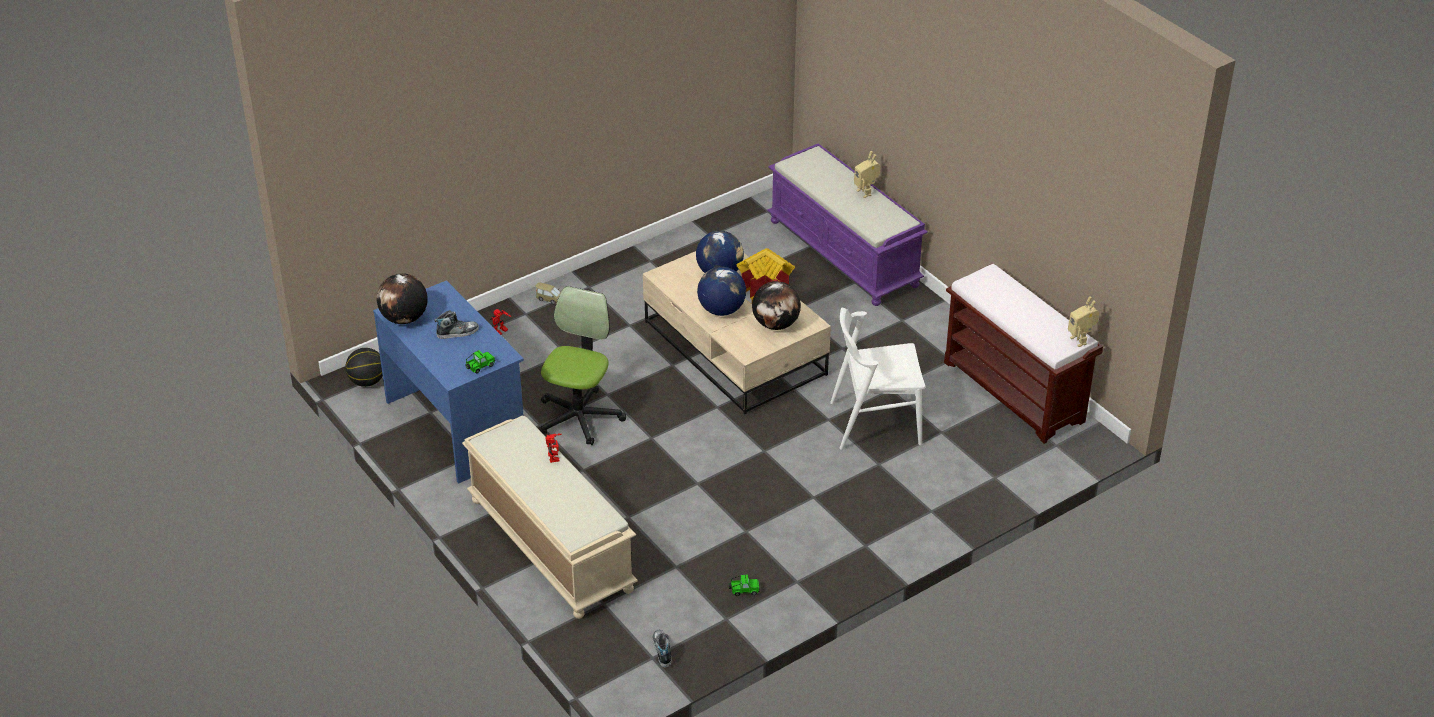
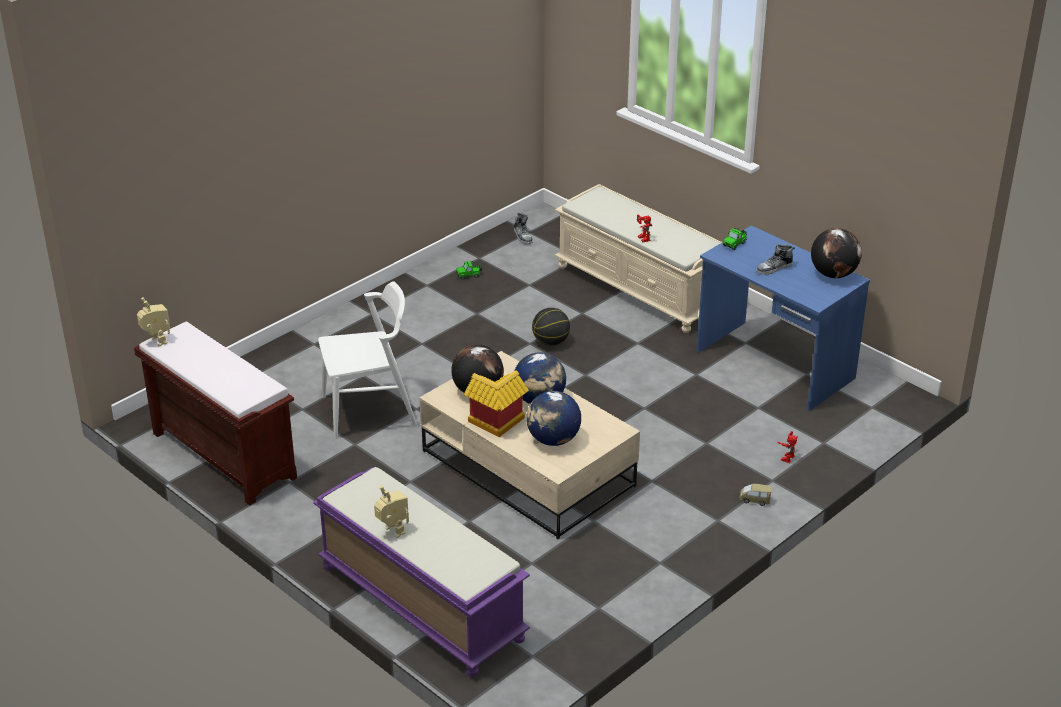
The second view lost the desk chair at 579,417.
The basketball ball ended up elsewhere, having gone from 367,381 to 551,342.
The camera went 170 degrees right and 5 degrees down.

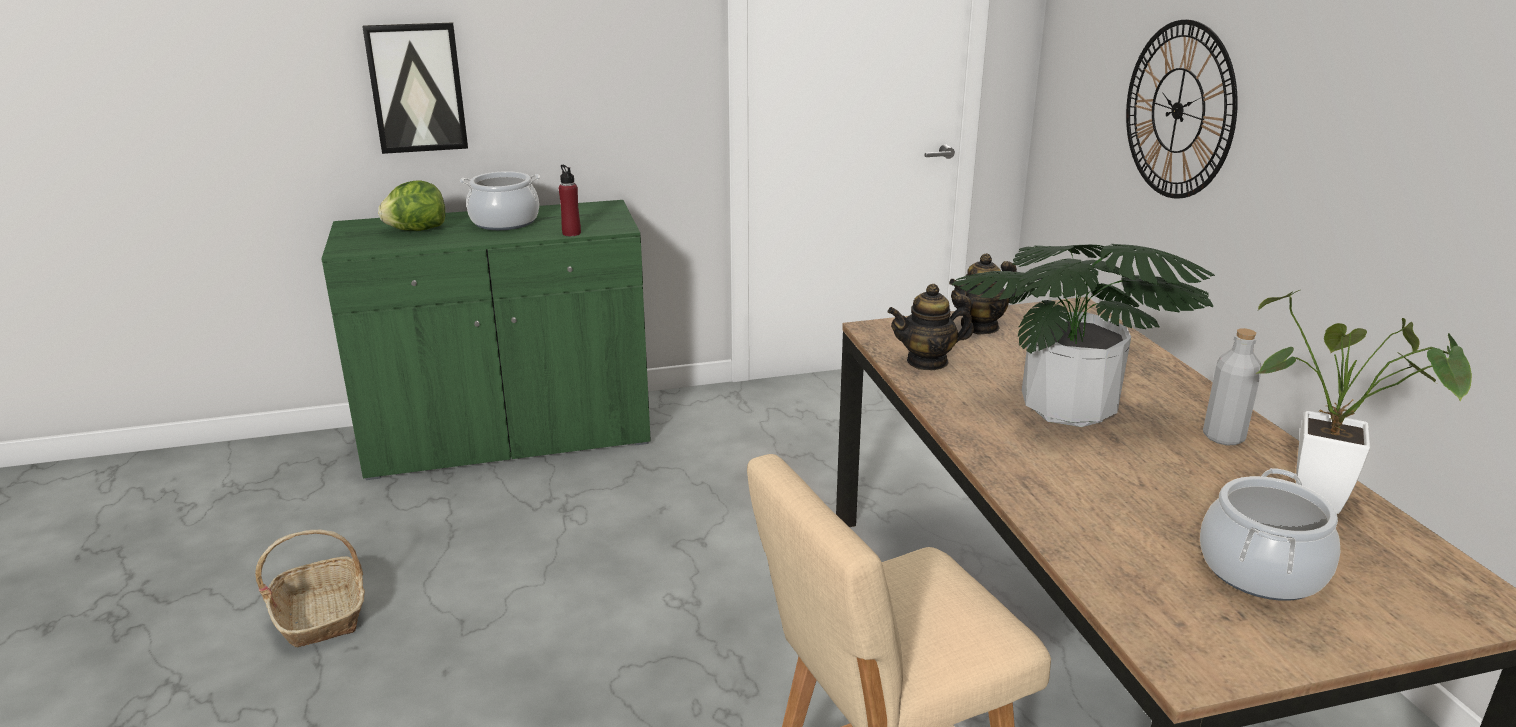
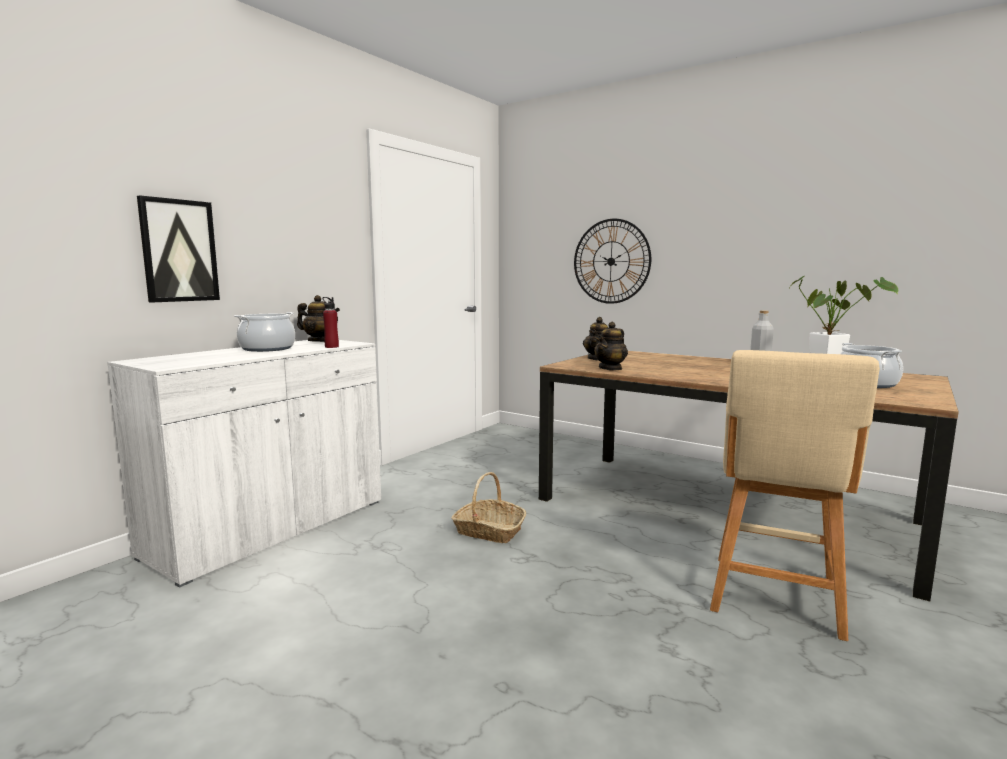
The second view lost the head of lettuce at 416,230.
The second view lost the houseplant at 1067,408.
The second view gained the tea pot at 320,341.
The household basket ended up elsewhere, having gone from 321,613 to 488,531.
What was the green-coloured cupboard at 509,438 turned into the white cupboard at 271,528.
The camera went 40 degrees left and 15 degrees down.

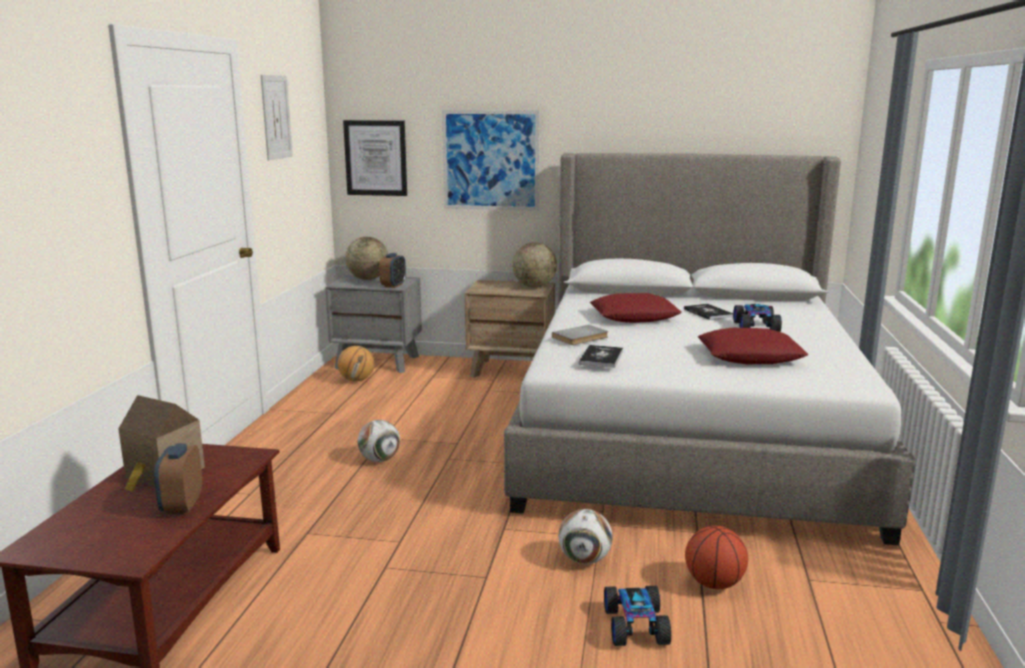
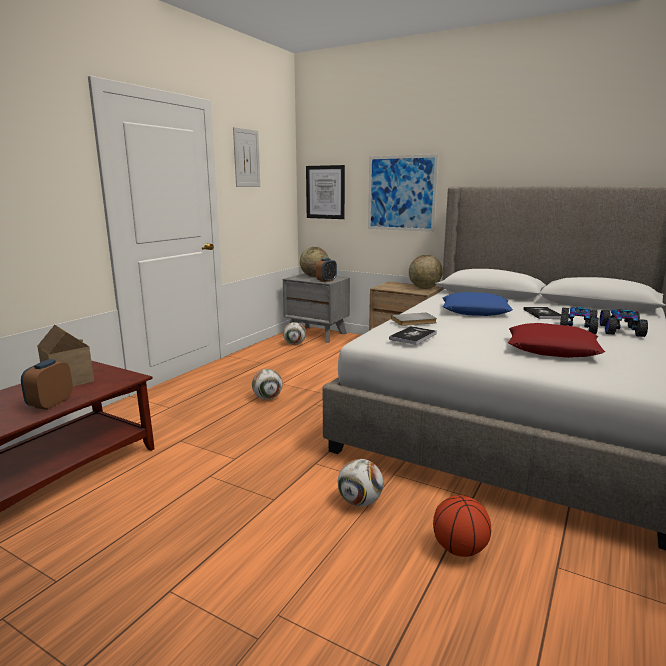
The miniature car ended up elsewhere, having gone from 636,626 to 622,330.
Where the basketball ball stood at 357,380, the football came to stand at 294,344.
What was the reddish throw pillow at 634,316 turned into the blue-coloured throw pillow at 475,311.
The camera went 20 degrees right and 0 degrees up.

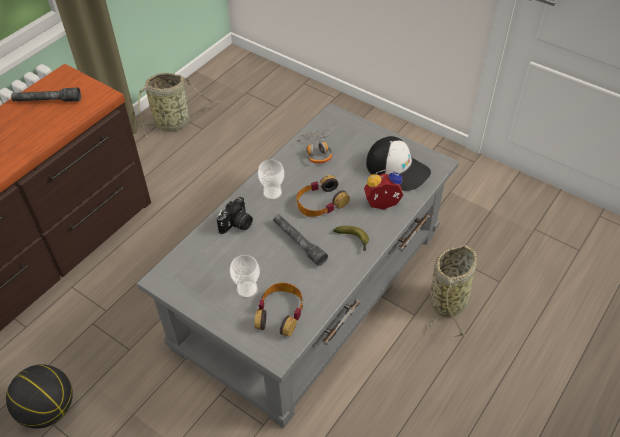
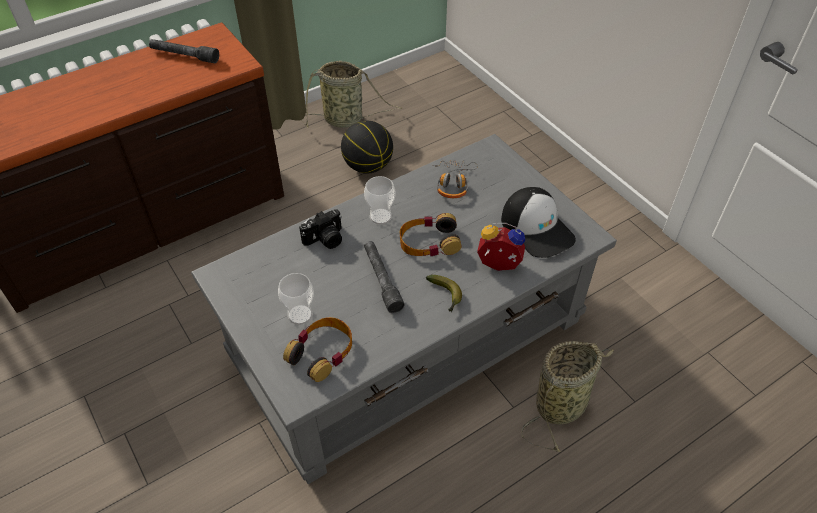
The basketball ball ended up elsewhere, having gone from 48,410 to 368,166.
The camera went 20 degrees right and 0 degrees up.

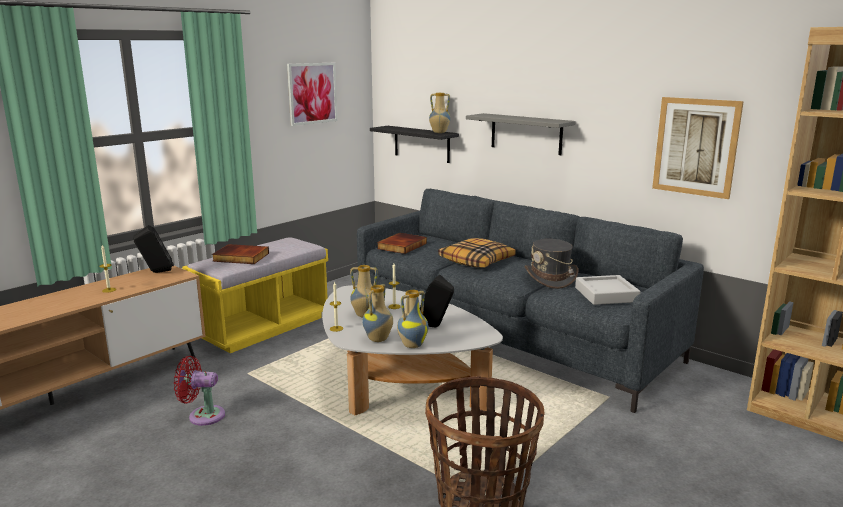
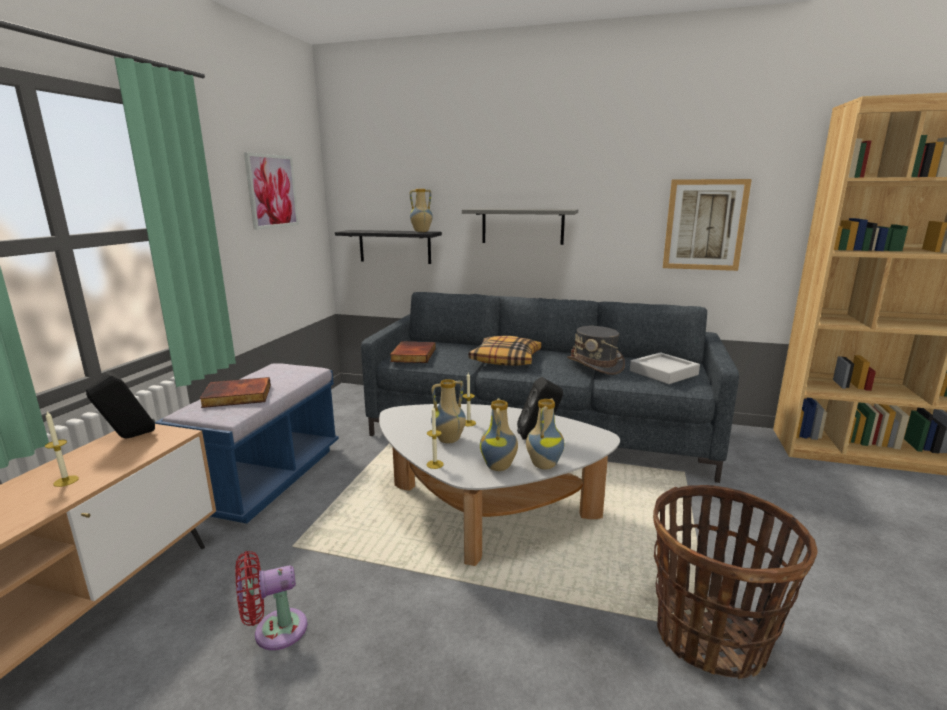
What was the yellowish long seat at 263,327 turned into the blue-coloured long seat at 266,478.
The camera went 25 degrees left and 0 degrees up.

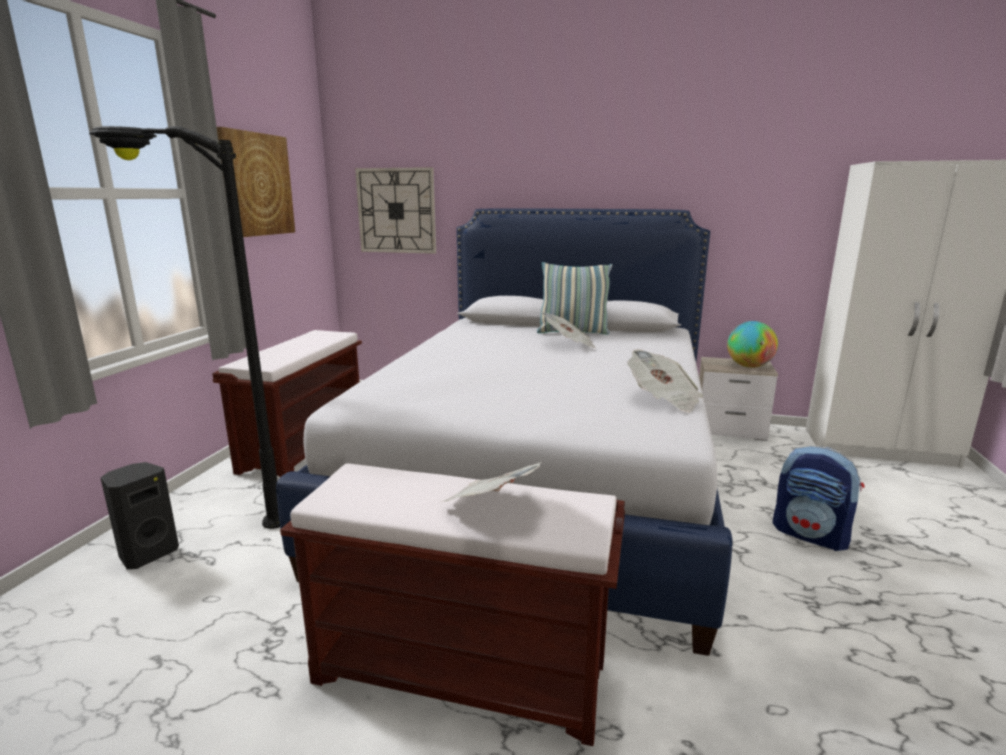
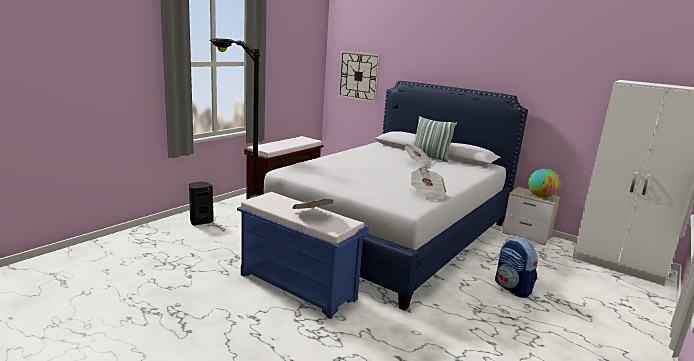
The second view lost the picture at 256,184.
What was the brownish long seat at 463,670 turned into the blue-coloured long seat at 298,287.
The camera went 20 degrees right and 0 degrees up.

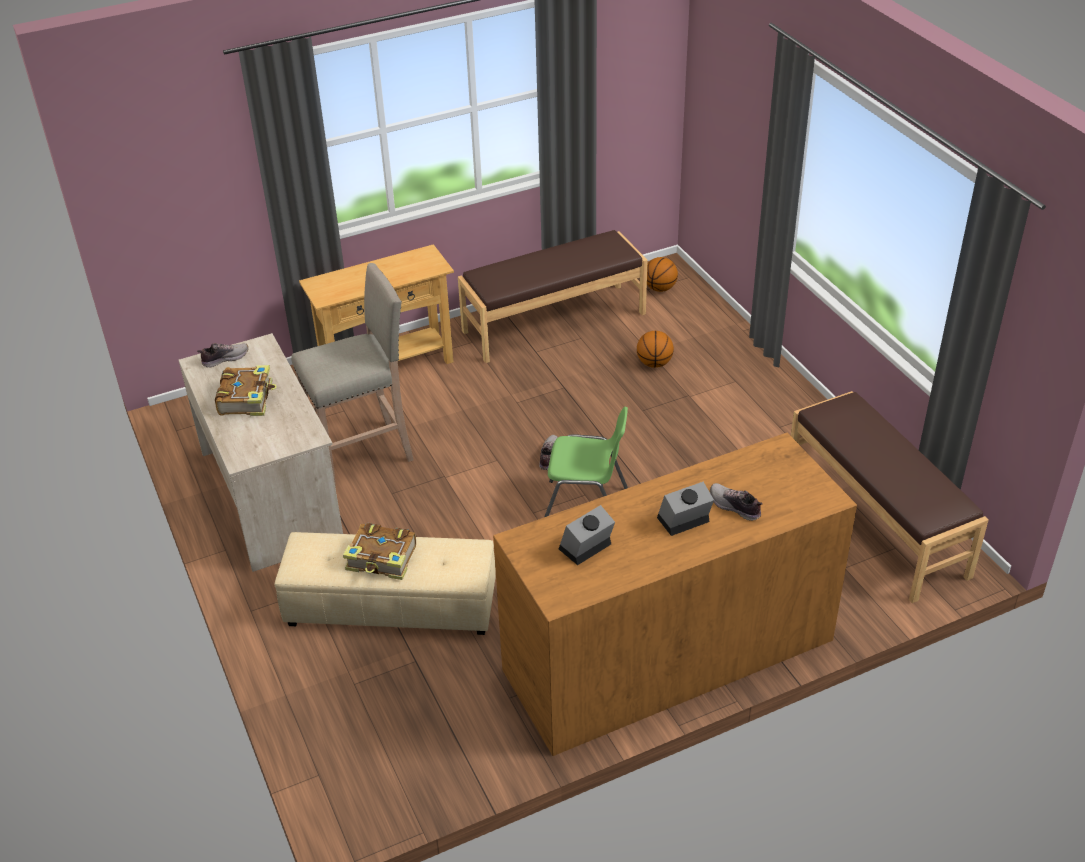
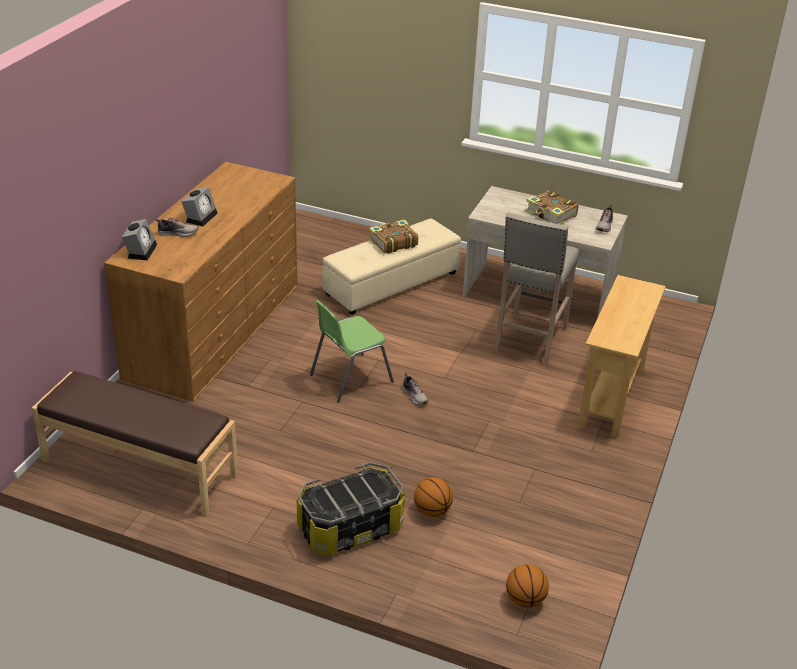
The second view lost the brownish long seat at 553,322.
The second view gained the storage bin at 350,528.
The table clock ended up elsewhere, having gone from 585,549 to 141,250.
The camera went 135 degrees right and 5 degrees down.

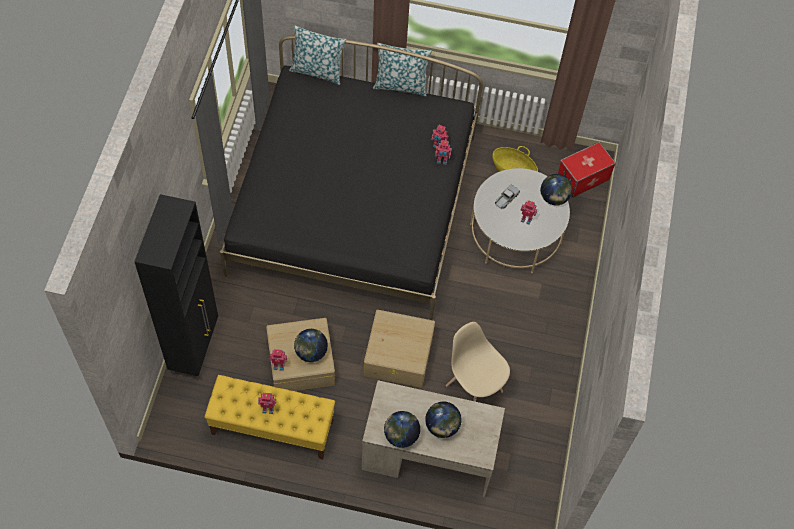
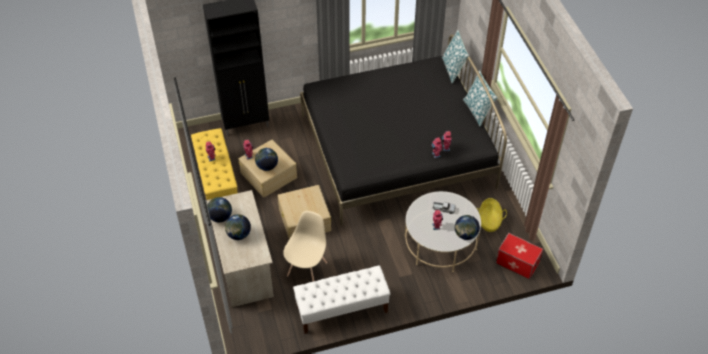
The second view gained the white long seat at 341,310.
The camera went 65 degrees right and 10 degrees down.

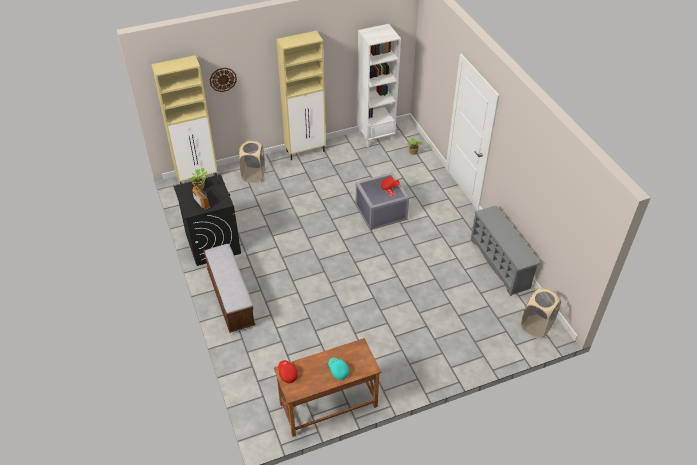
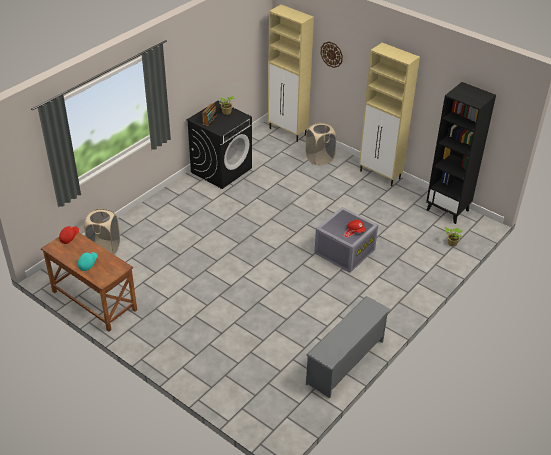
The second view lost the long seat at 231,298.
The beige-coloured laundry basket ended up elsewhere, having gone from 536,326 to 105,248.
What was the white bookcase at 375,136 turned into the black bookcase at 448,210.
The camera went 60 degrees right and 5 degrees down.

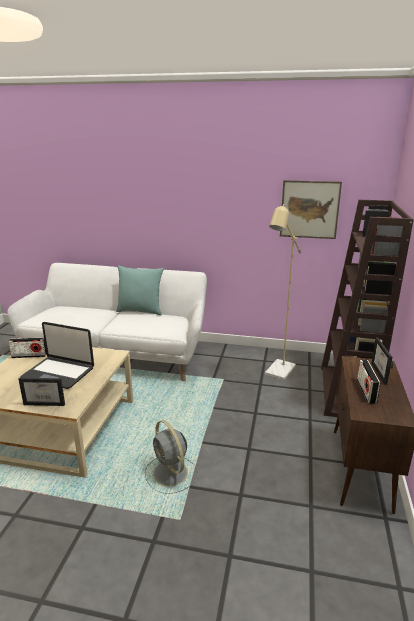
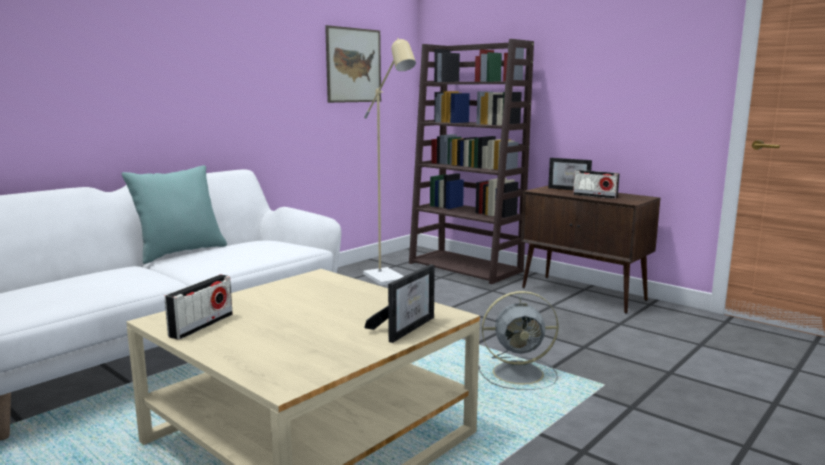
The second view lost the laptop at 59,373.
The camera went 60 degrees left and 10 degrees down.

